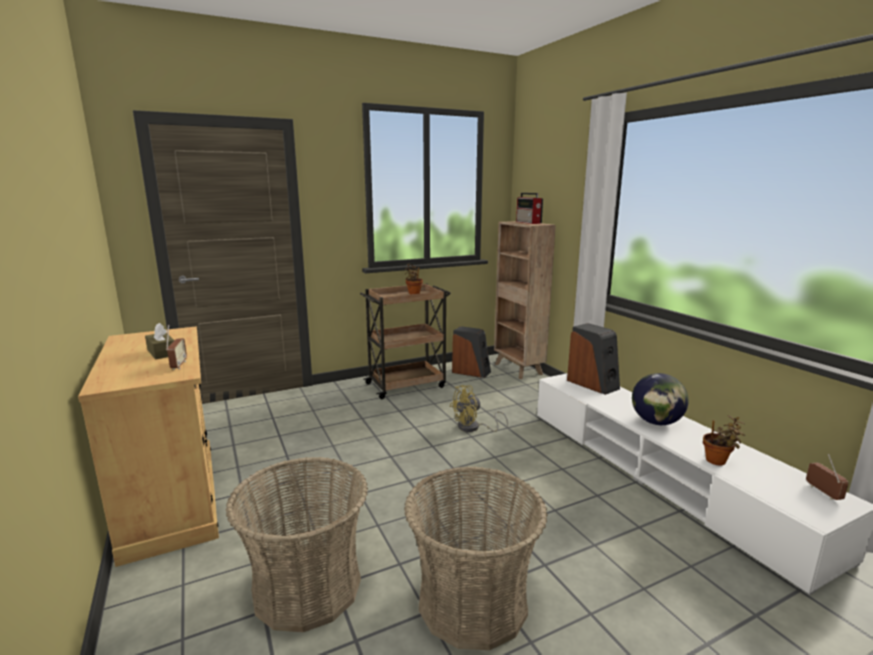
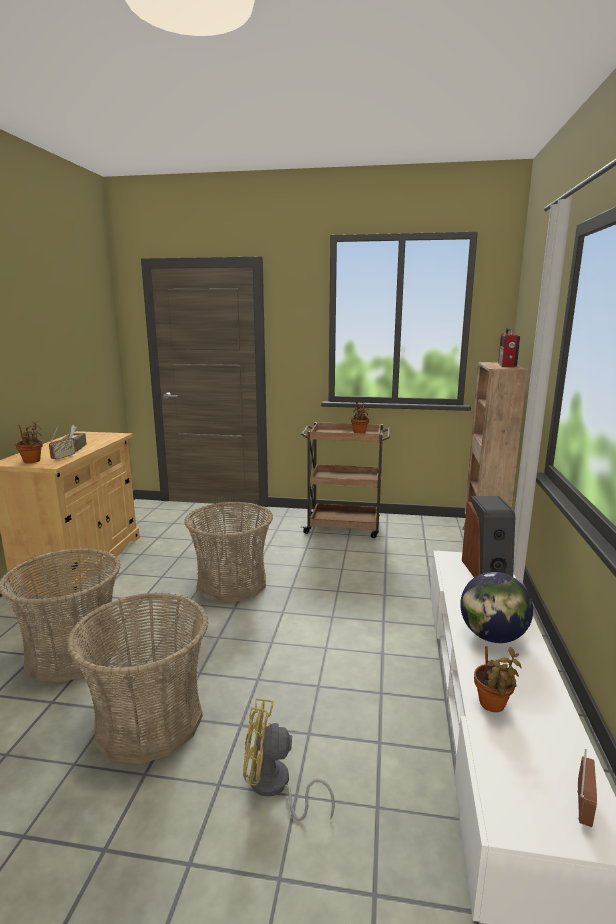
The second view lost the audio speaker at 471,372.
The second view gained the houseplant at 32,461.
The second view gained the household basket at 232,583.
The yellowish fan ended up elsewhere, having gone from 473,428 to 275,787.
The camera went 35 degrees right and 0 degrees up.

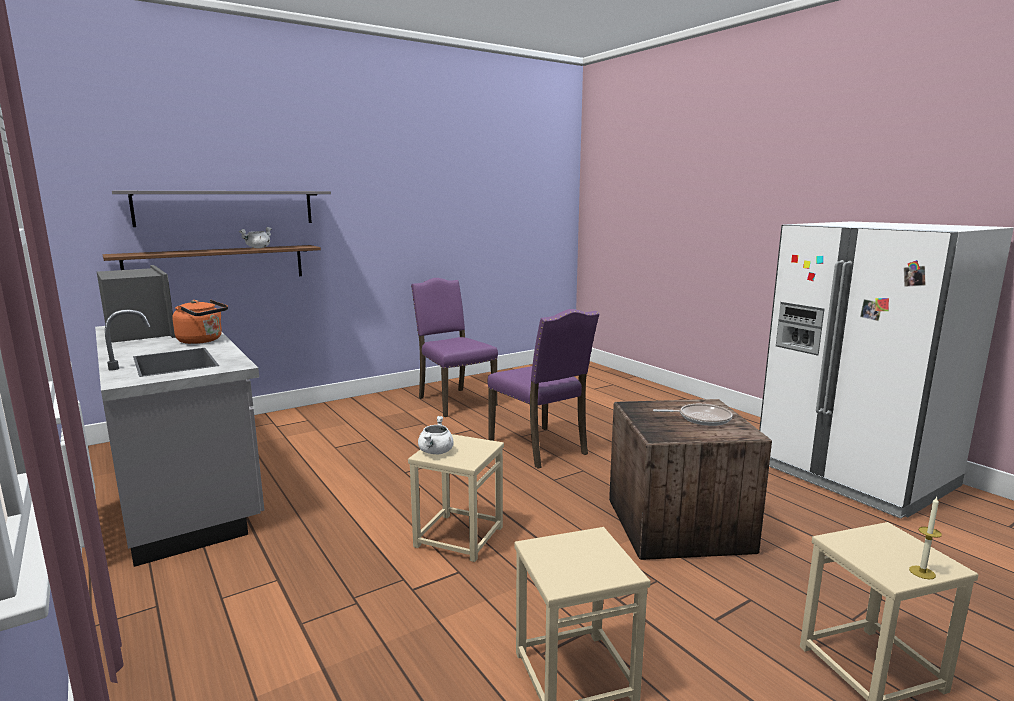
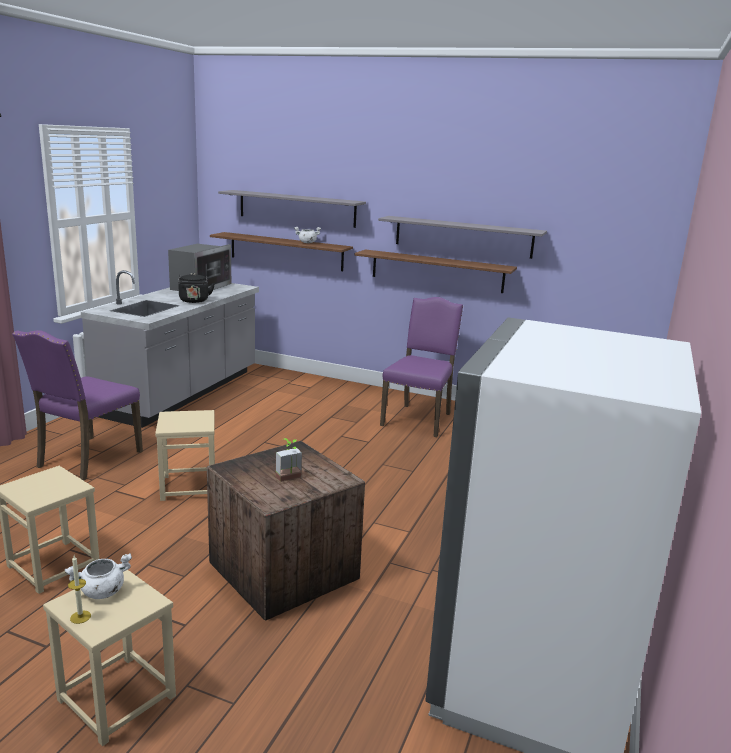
The second view gained the brownish bracket shelf at 437,271.
The second view gained the gray bracket shelf at 463,237.
The white stockpot ended up elsewhere, having gone from 436,452 to 101,592.
The purple-coloured plain chair ended up elsewhere, having gone from 540,448 to 87,459.
Where the frying pan stood at 701,418, the houseplant came to stand at 290,479.
What was the orange-coloured water kettle at 202,341 turned into the black water kettle at 194,301.
The camera went 55 degrees right and 5 degrees up.

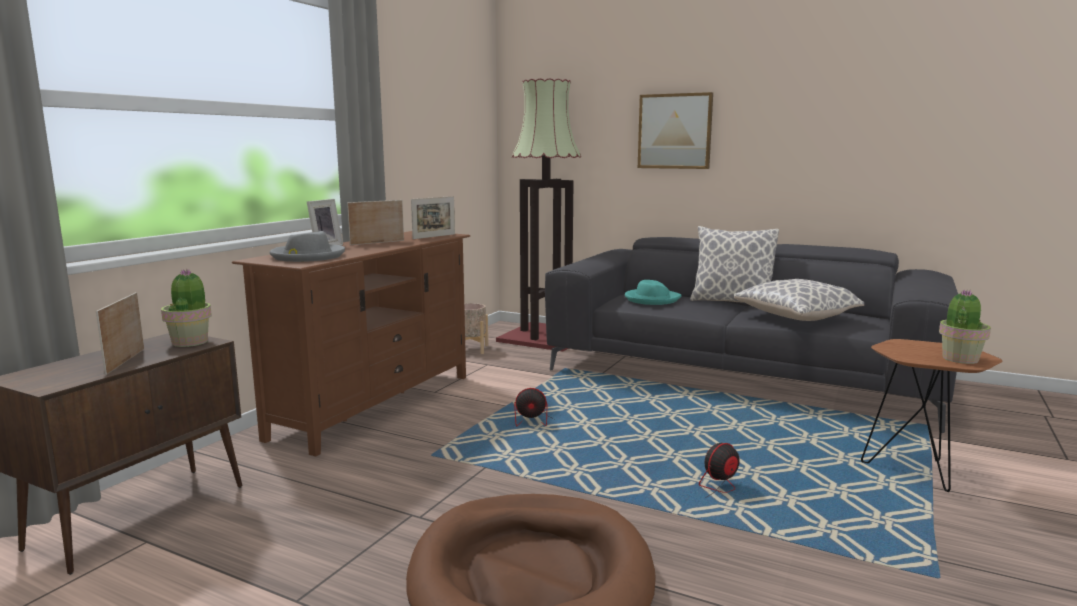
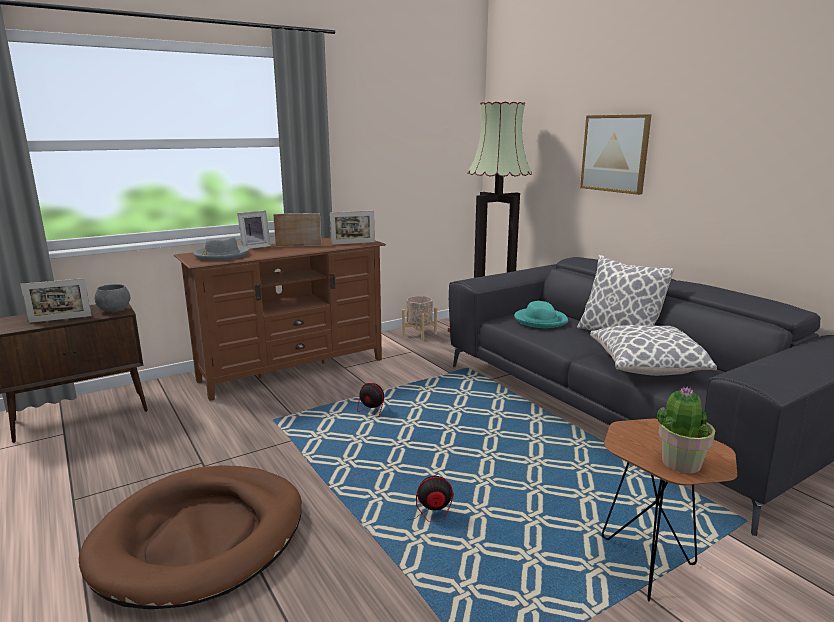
Where the houseplant stood at 190,342, the gray deep dish came to stand at 114,310.
The standing frame at 125,361 ended up facing another way, 135 degrees counterclockwise from before.
The camera went 30 degrees right and 5 degrees up.

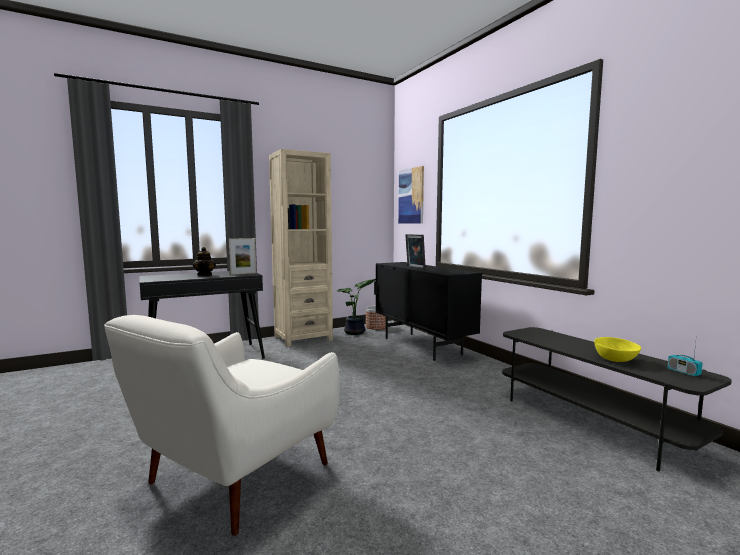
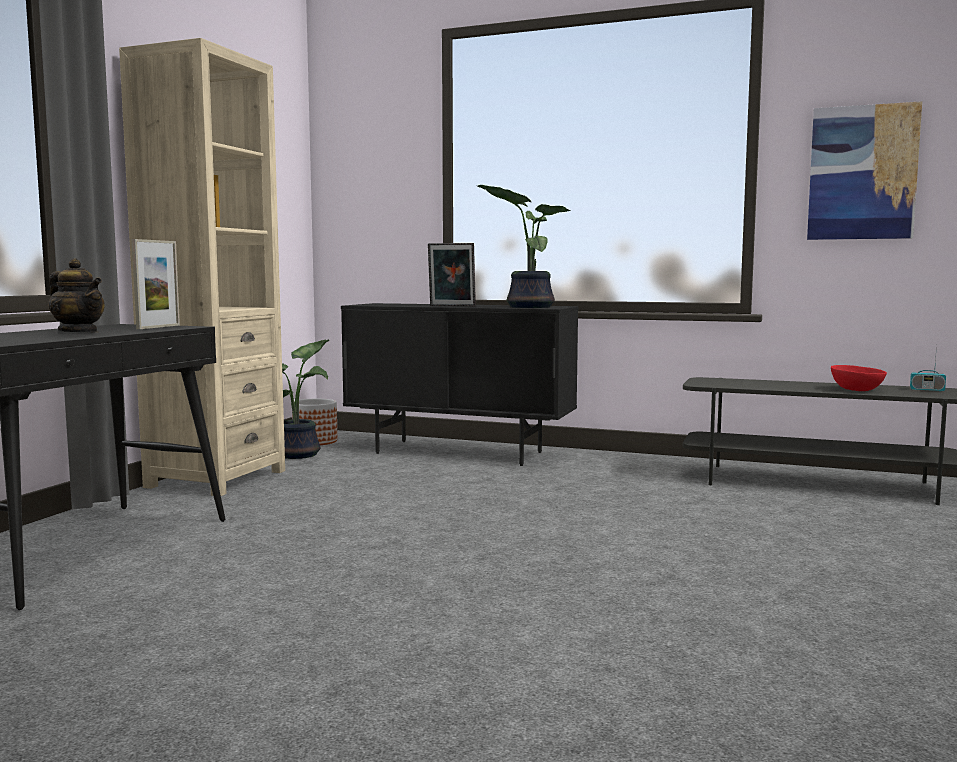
The second view lost the white lounge chair at 233,478.
The second view gained the houseplant at 527,307.
The picture ended up elsewhere, having gone from 411,196 to 862,173.
What was the yellowish deep dish at 614,359 turned into the reddish deep dish at 856,390.
The camera went 40 degrees left and 0 degrees up.

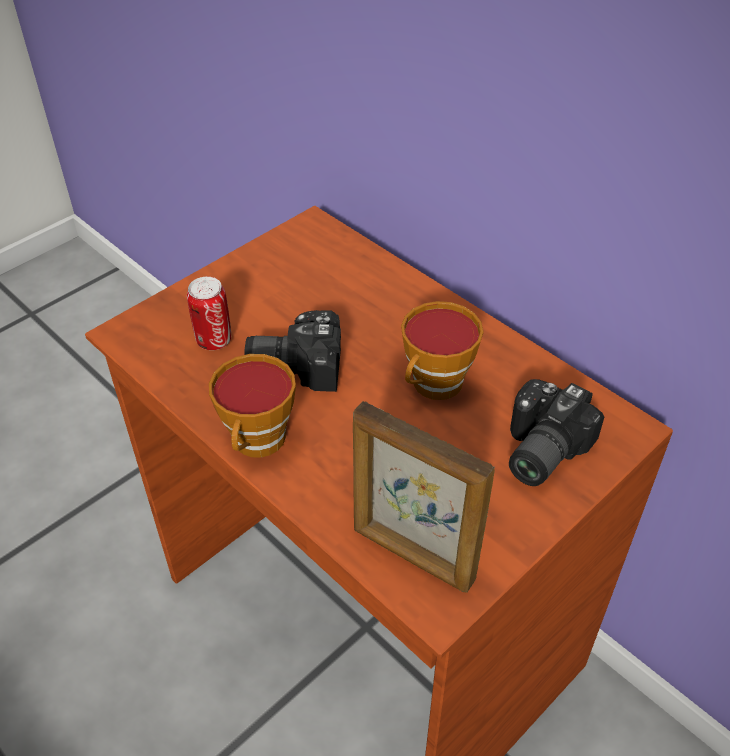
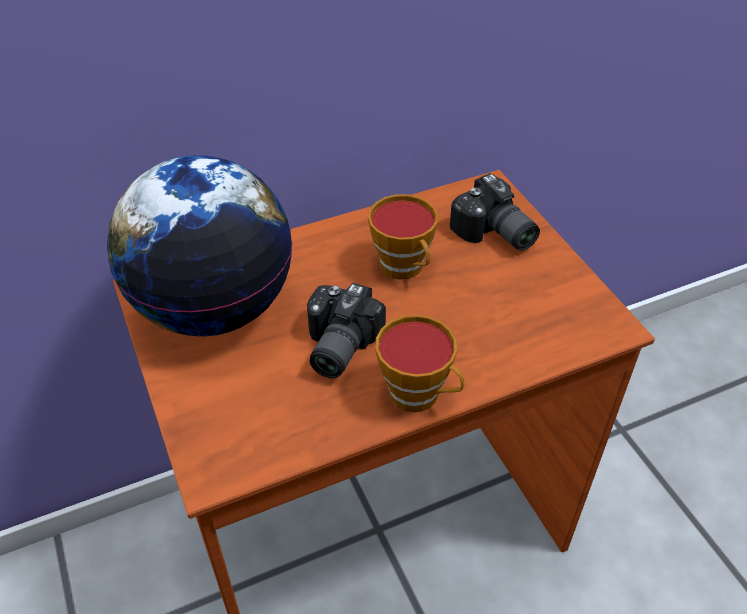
The second view lost the metal can at 214,340.
The second view lost the standing frame at 412,555.
The second view gained the world globe at 214,308.
The camera went 70 degrees left and 0 degrees up.

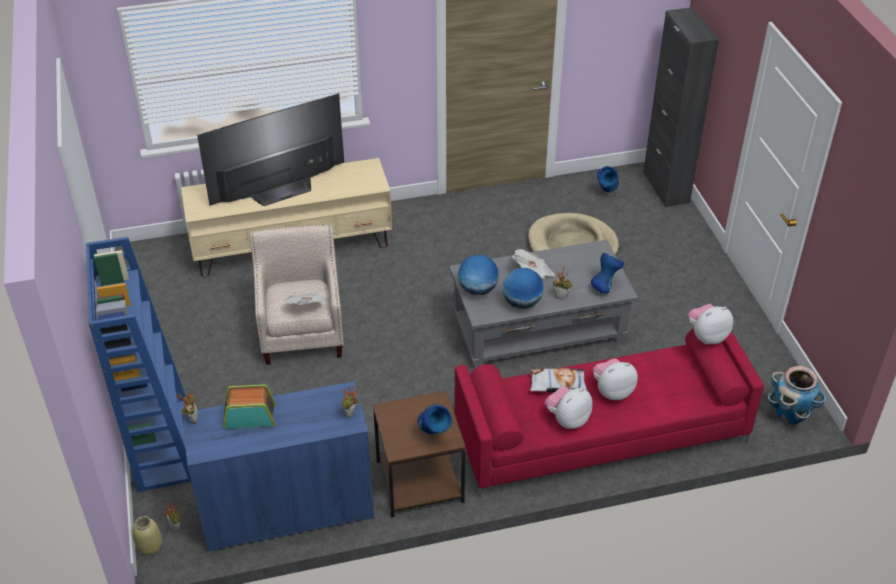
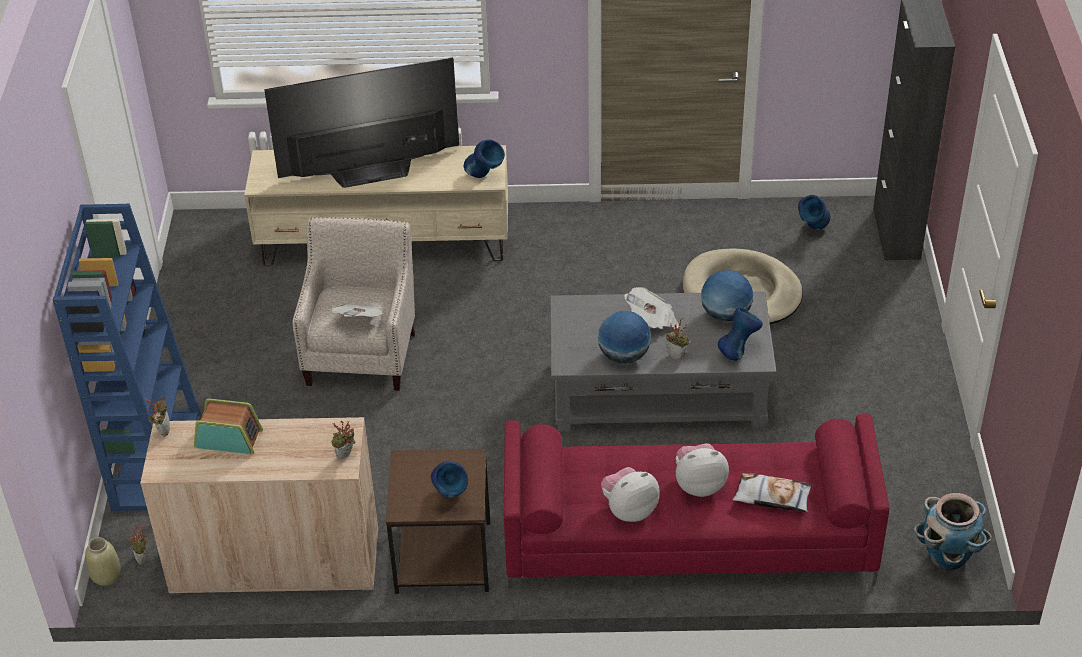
The second view lost the soft toy at 707,336.
The second view gained the blue-coloured vase at 485,178.
The world globe ended up elsewhere, having gone from 477,290 to 725,315.
The throw pillow ended up elsewhere, having gone from 557,384 to 772,497.
What was the blue-coloured cupboard at 287,509 turned into the beige-coloured cupboard at 275,562.
The camera went 15 degrees right and 0 degrees up.

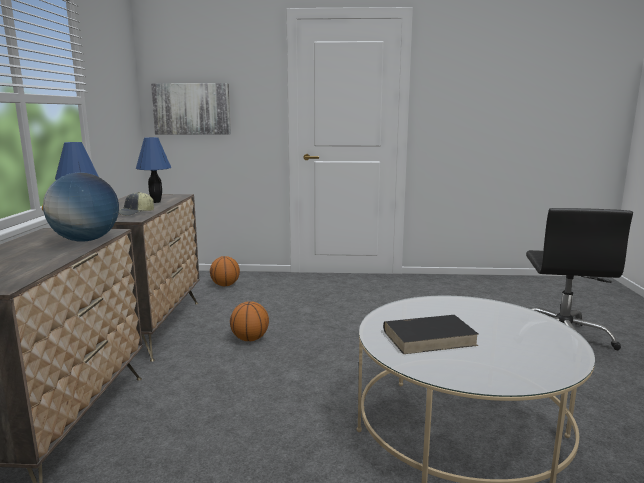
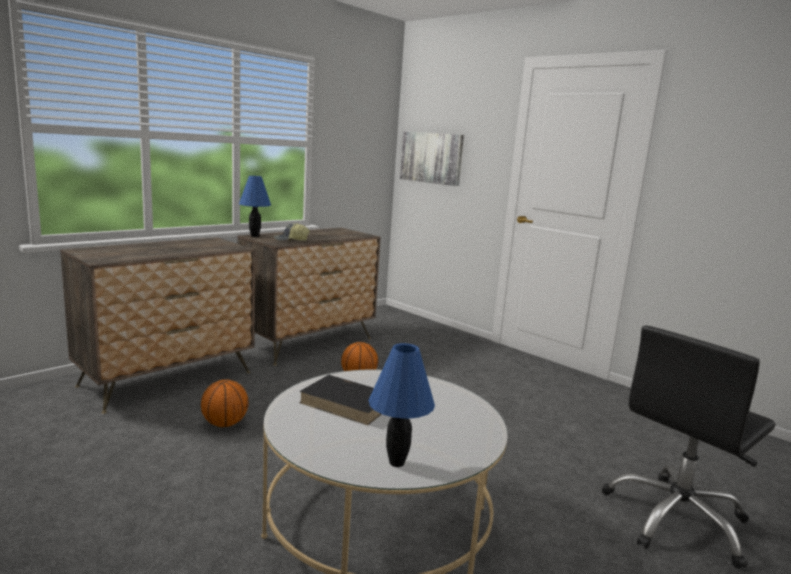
The second view lost the world globe at 86,240.
The blue-coloured tabletop lamp ended up elsewhere, having gone from 156,202 to 396,463.
The basketball ball ended up elsewhere, having gone from 225,285 to 225,424.
The camera went 40 degrees right and 0 degrees up.

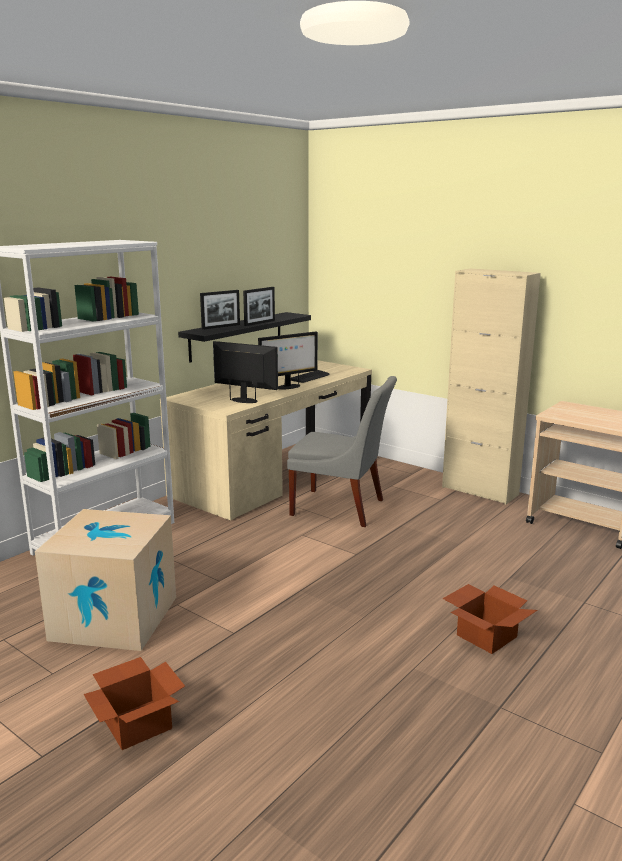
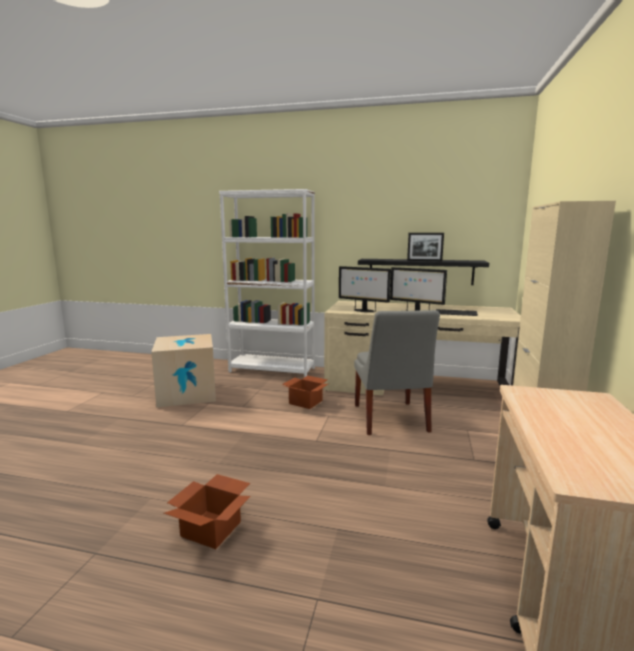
The second view lost the standing frame at 221,327.
The packing box ended up elsewhere, having gone from 138,723 to 306,402.
The computer display at 245,400 ended up facing another way, 120 degrees clockwise from before.
The camera went 65 degrees right and 5 degrees down.

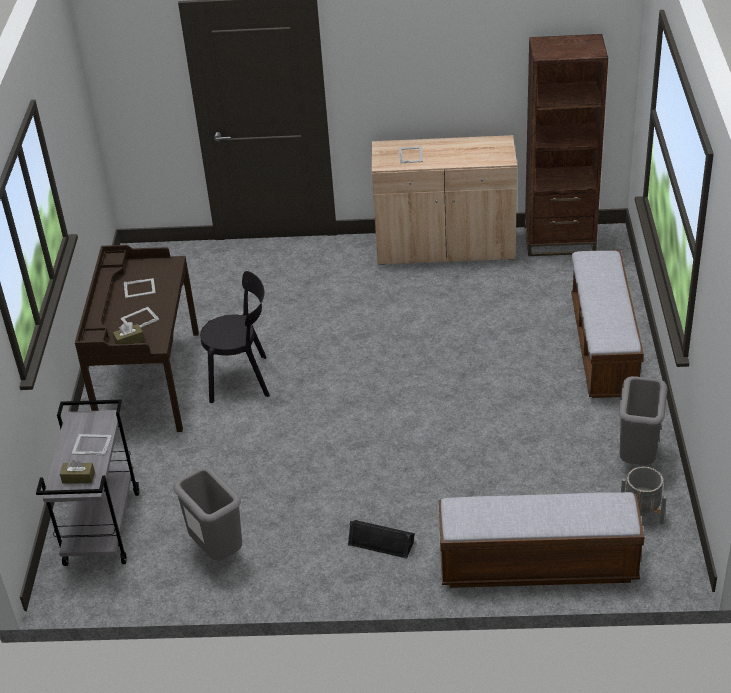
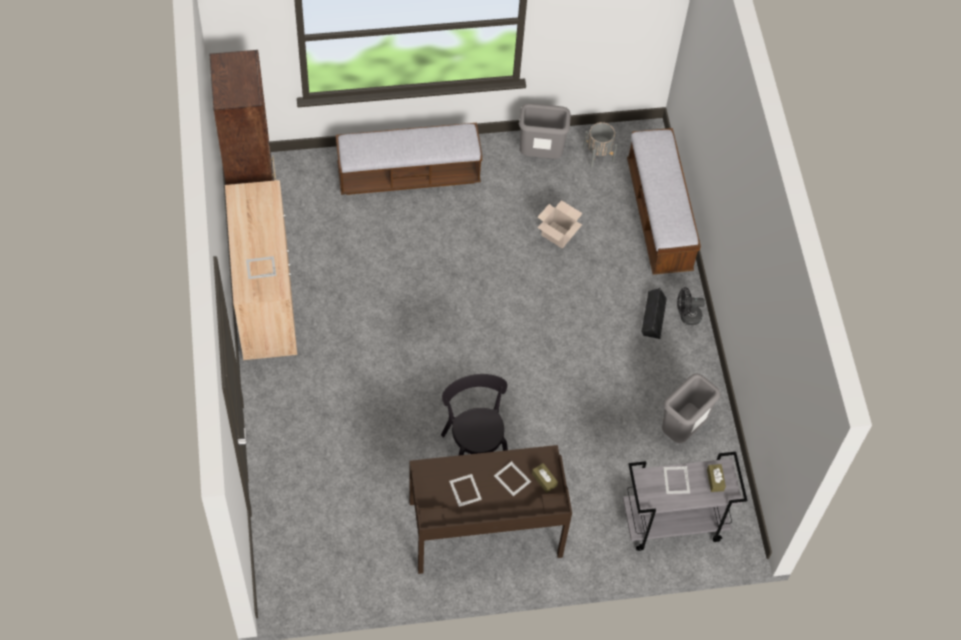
The second view gained the packing box at 558,235.
The second view gained the black fan at 686,316.
The camera went 105 degrees left and 20 degrees up.

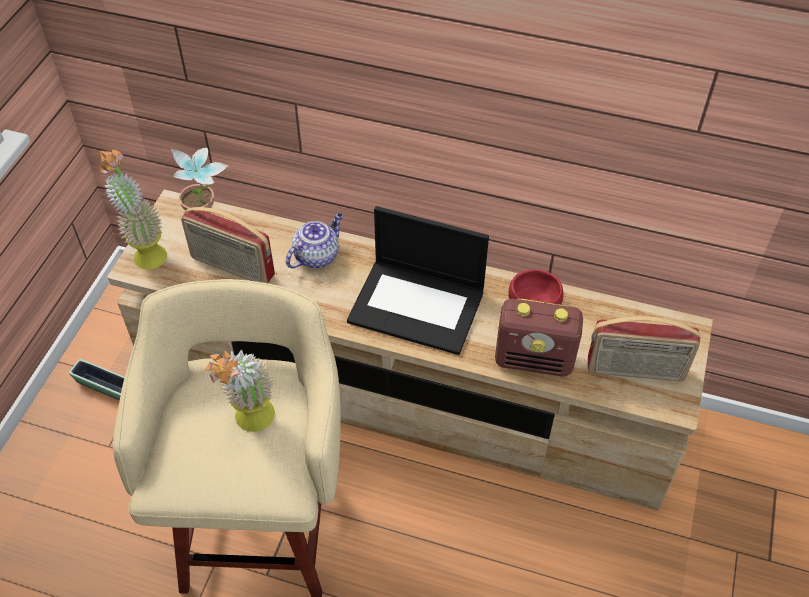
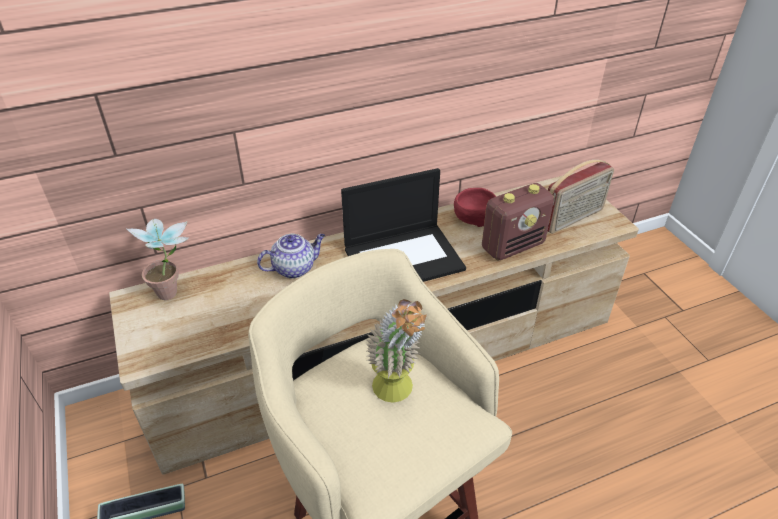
The second view lost the houseplant at 145,251.
The second view lost the radio at 232,267.
The tea pot at 317,256 ended up facing another way, 60 degrees clockwise from before.
The camera went 40 degrees left and 10 degrees down.

